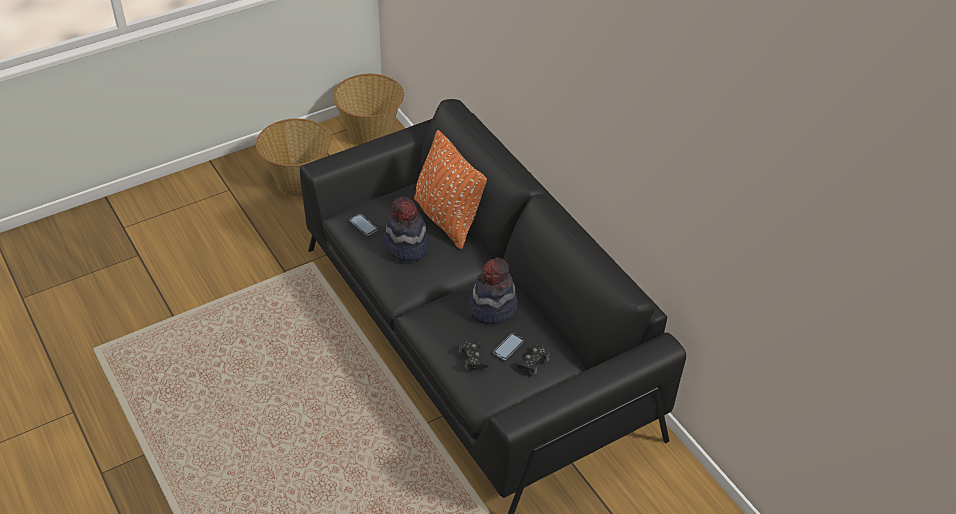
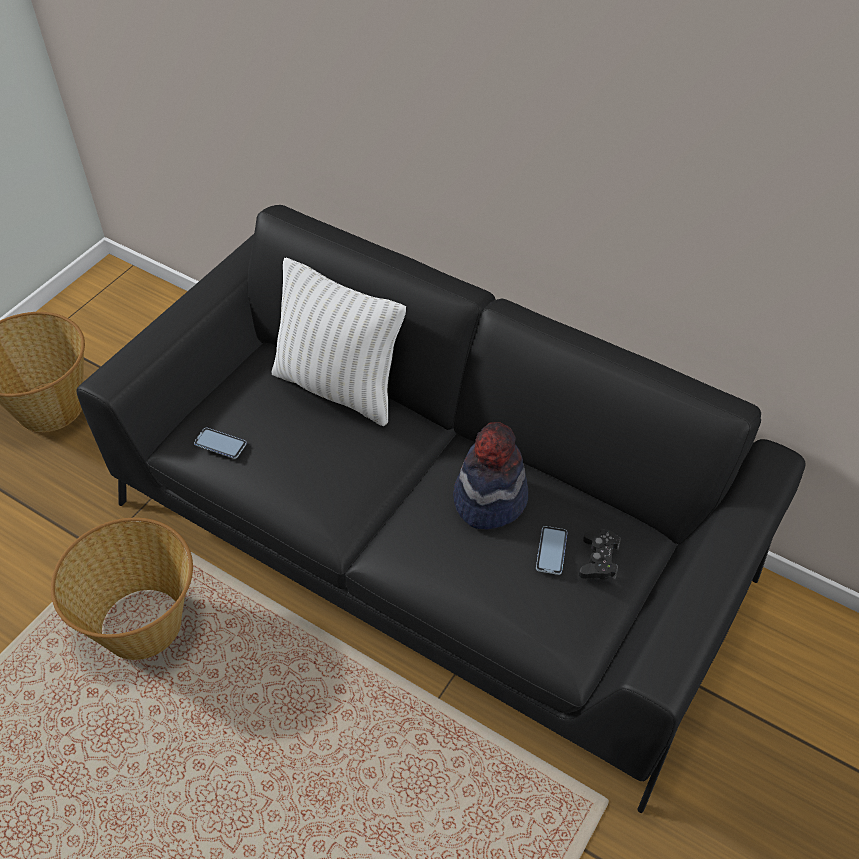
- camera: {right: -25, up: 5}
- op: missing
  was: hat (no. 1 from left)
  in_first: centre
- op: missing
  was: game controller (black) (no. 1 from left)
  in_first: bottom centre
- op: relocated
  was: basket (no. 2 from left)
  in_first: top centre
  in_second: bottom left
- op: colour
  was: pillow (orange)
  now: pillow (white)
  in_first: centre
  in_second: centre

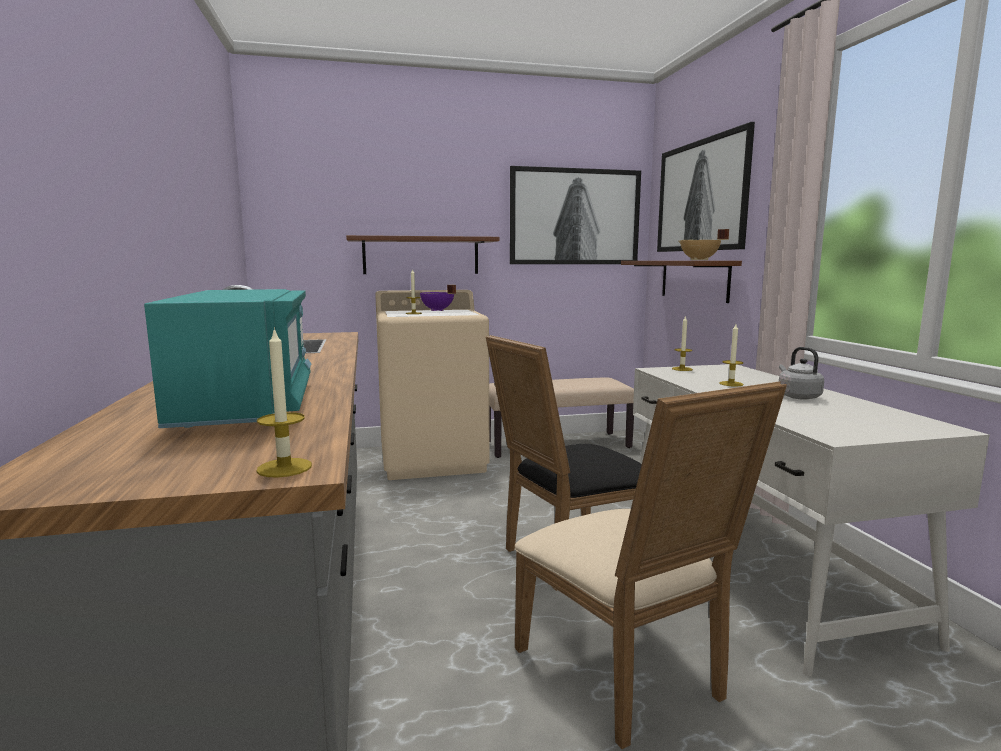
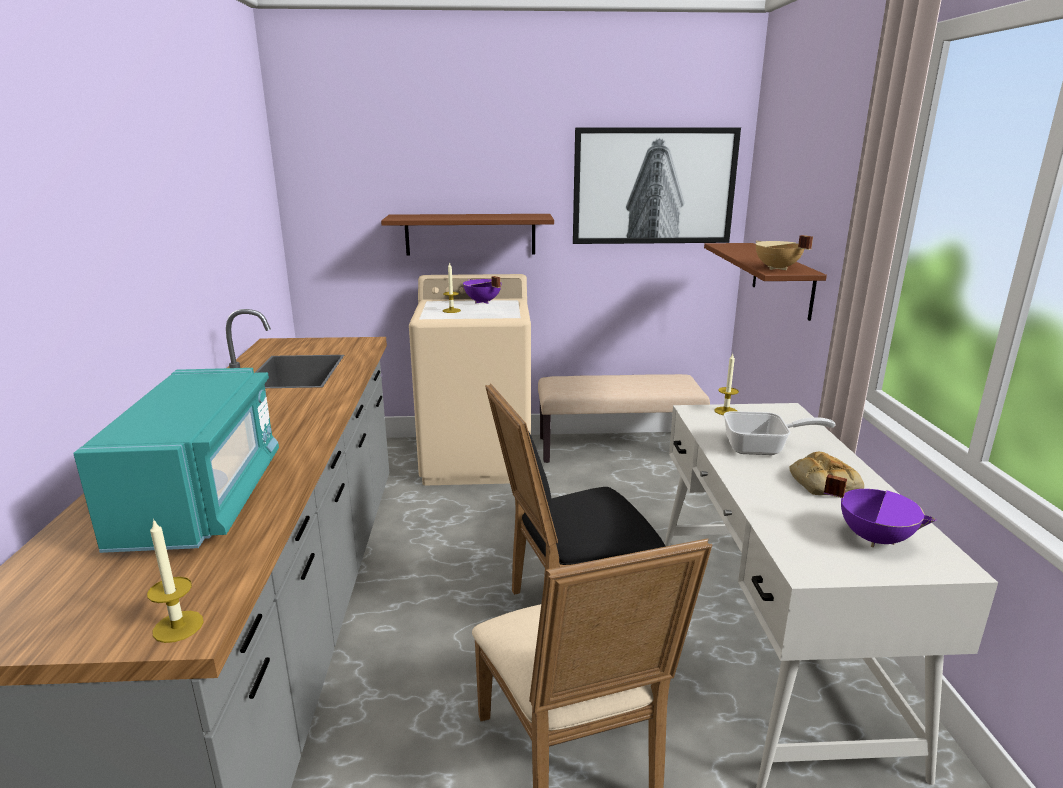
- camera: {right: 10, up: 10}
- op: missing
  was: picture (no. 2 from left)
  in_first: top right
- op: appeared
  now: cooking pot (purple) (no. 2 from left)
  in_second: middle right
- op: exchanged
  was: candle (no. 4 from left)
  now: frying pan
  in_first: middle right
  in_second: middle right
- op: exchanged
  was: kettle (grey)
  now: bread
  in_first: middle right
  in_second: middle right

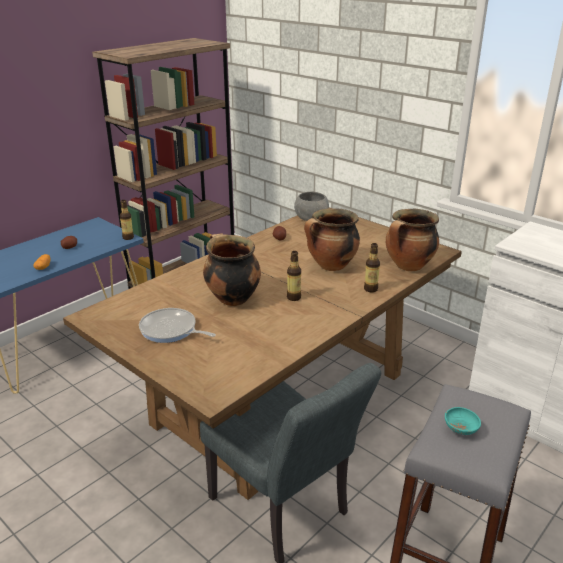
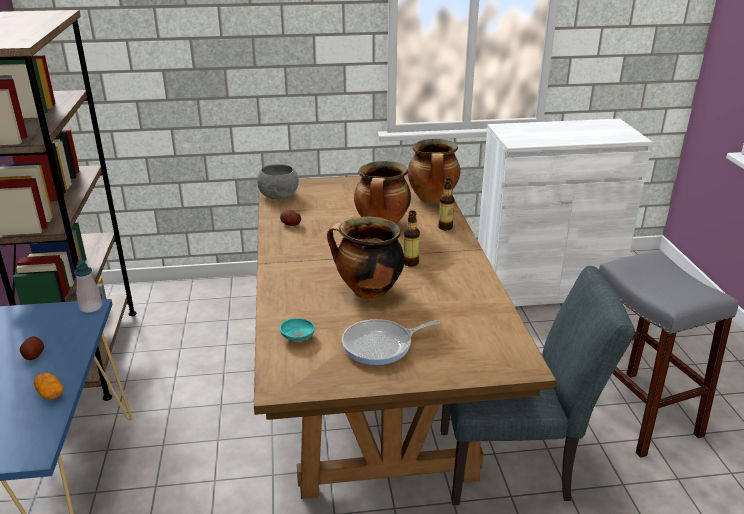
- camera: {right: -50, up: 0}
- op: relocated
  was: bowl (turquoise)
  in_first: bottom right
  in_second: centre
- op: exchanged
  was: bottle (no. 1 from left)
  now: soap dispenser
  in_first: middle left
  in_second: middle left

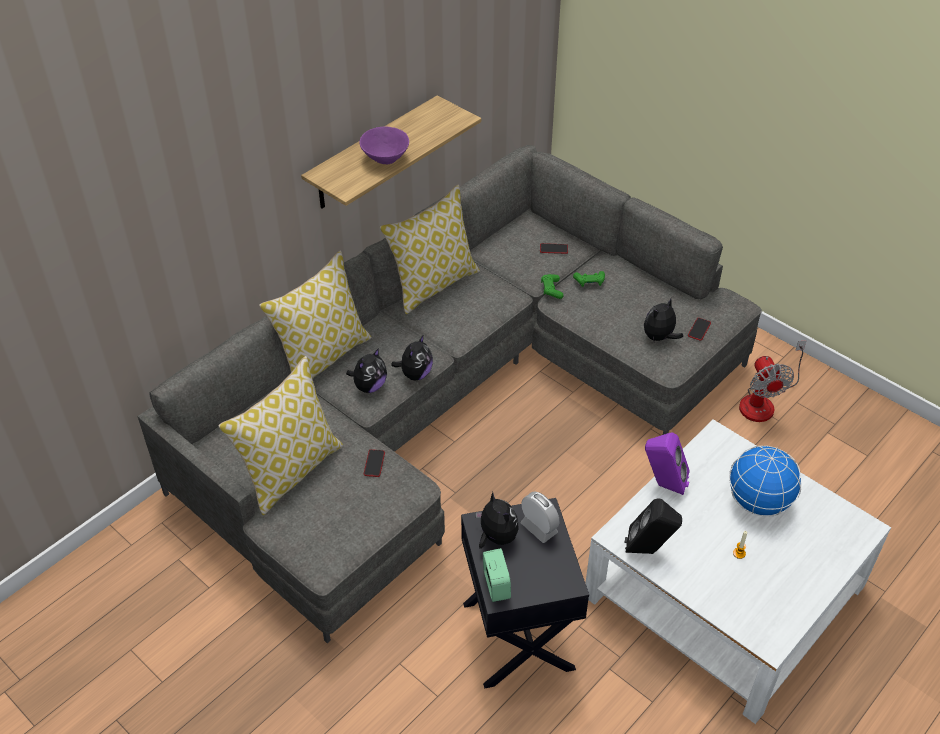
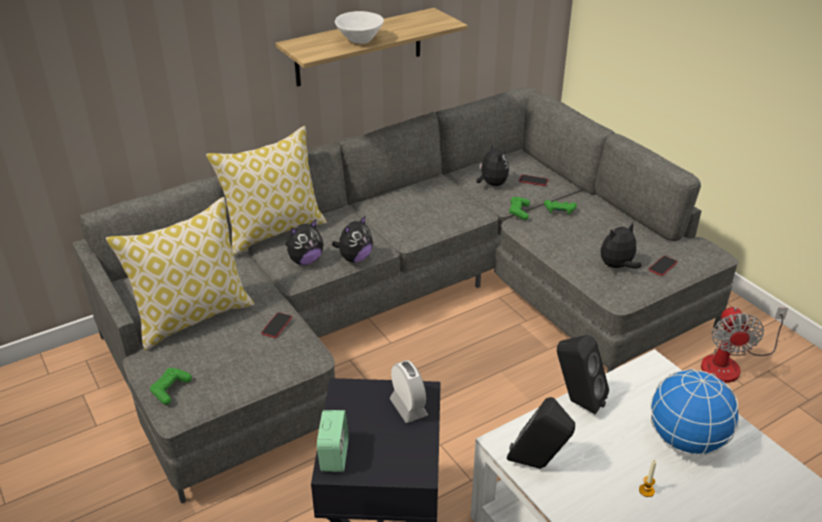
- camera: {right: 15, up: -10}
- op: missing
  was: pillow (no. 3 from left)
  in_first: centre
- op: appeared
  now: game controller (green) (no. 1 from left)
  in_second: bottom left
- op: relocated
  was: plush toy (no. 3 from left)
  in_first: bottom centre
  in_second: top centre
- op: colour
  was: bowl (purple)
  now: bowl (white)
  in_first: top centre
  in_second: top centre
- op: colour
  was: speaker (purple)
  now: speaker (black) (no. 2 from left)
  in_first: middle right
  in_second: bottom right

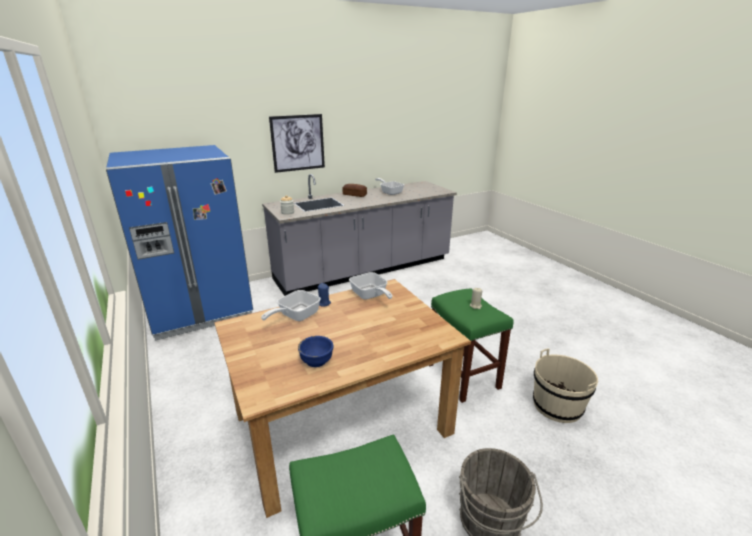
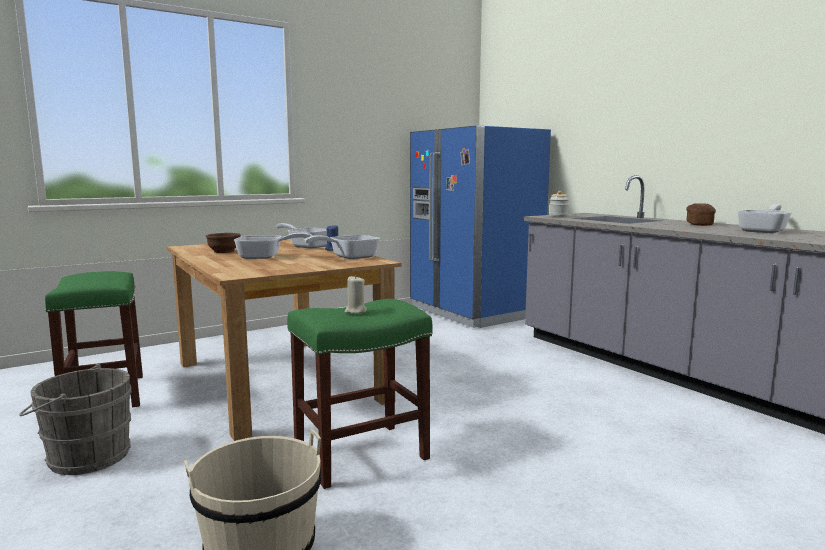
- camera: {right: 85, up: -15}
- op: missing
  was: picture
  in_first: top centre
- op: appeared
  now: frying pan (no. 1 from left)
  in_second: middle left
- op: colour
  was: bowl (blue)
  now: bowl (brown)
  in_first: centre
  in_second: middle left

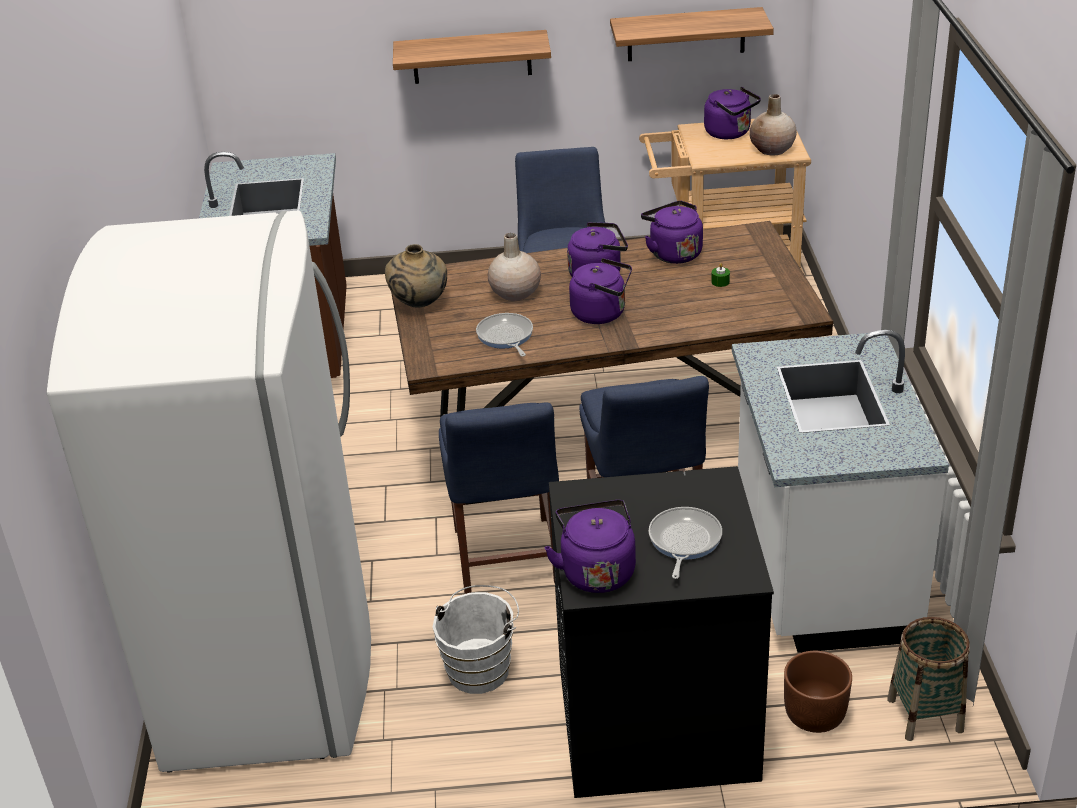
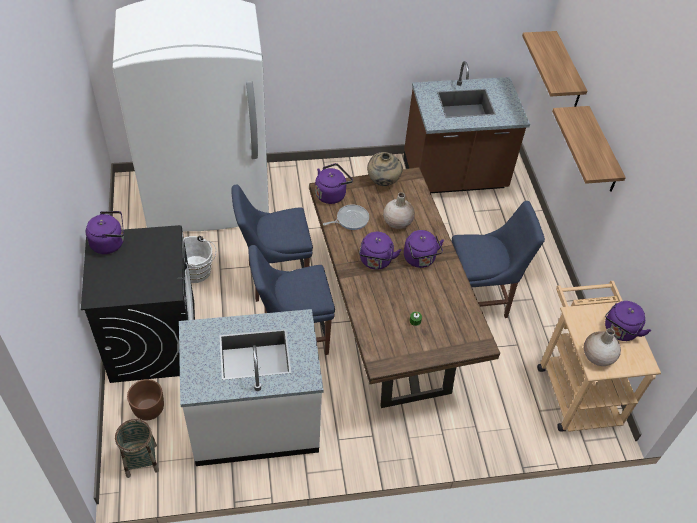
- camera: {right: 80, up: 15}
- op: missing
  was: frying pan (no. 2 from left)
  in_first: bottom centre
- op: relocated
  was: shelf (no. 2 from left in the first image)
  now: shelf (no. 1 from left)
  in_first: top centre
  in_second: top right
- op: relocated
  was: kettle (purple) (no. 4 from left in the first image)
  now: kettle (purple) (no. 2 from left)
  in_first: top centre
  in_second: centre

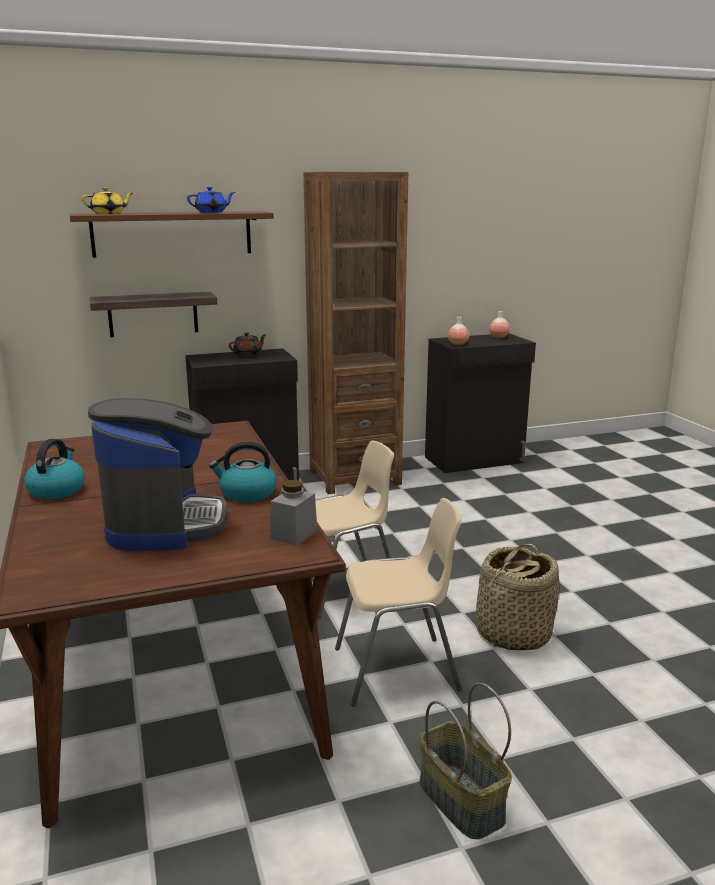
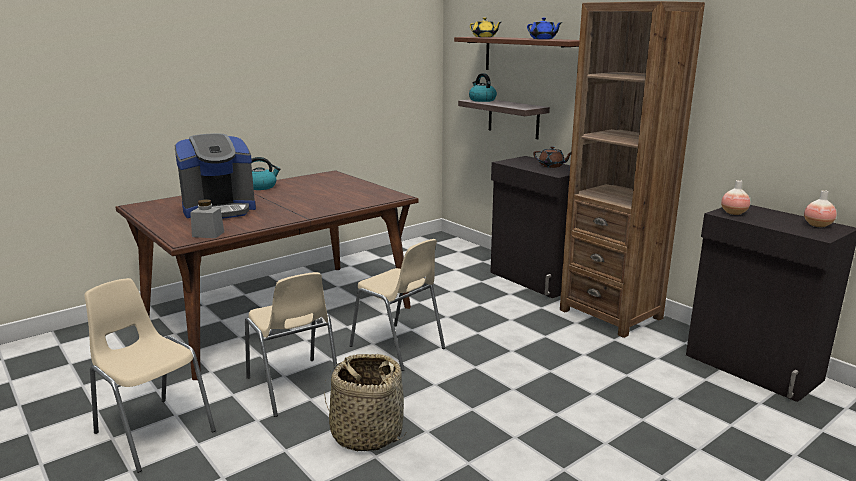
- camera: {right: 70, up: 0}
- op: relocated
  was: kettle (no. 2 from left)
  in_first: centre
  in_second: top centre
- op: exchanged
  was: basket (no. 1 from left)
  now: chair (beige) (no. 1 from left)
  in_first: bottom centre
  in_second: bottom left

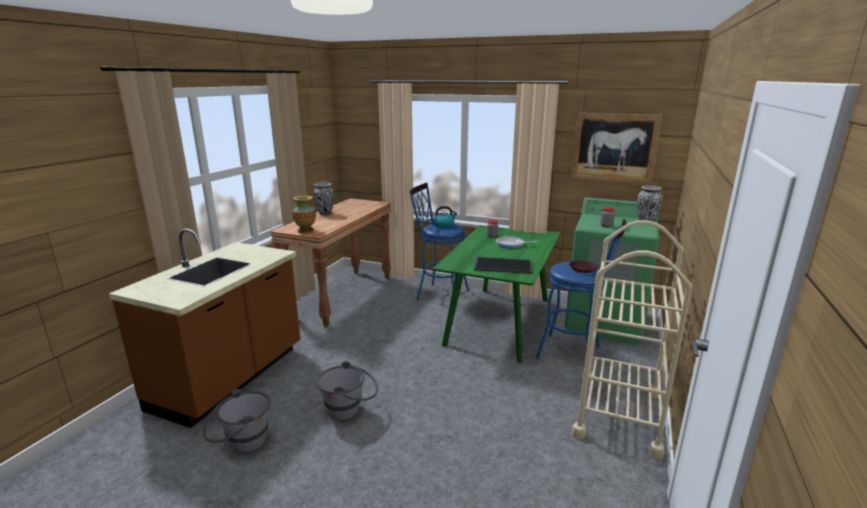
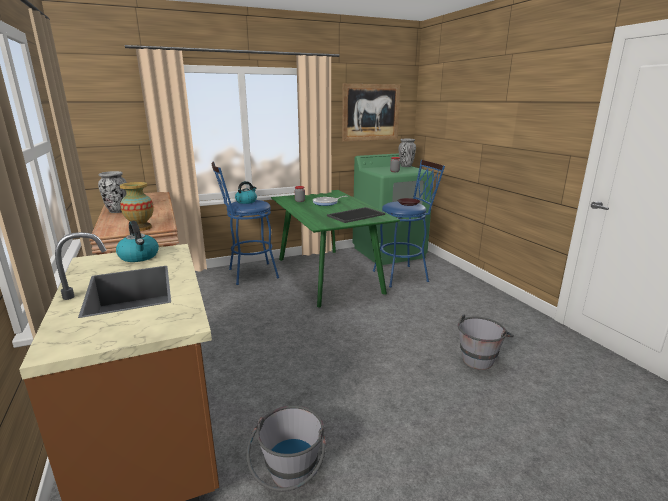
- camera: {right: -45, up: 0}
- op: missing
  was: cart (beige)
  in_first: bottom right
- op: appeared
  now: kettle (no. 1 from left)
  in_second: middle left
- op: relocated
  was: bucket (grey) (no. 2 from left)
  in_first: bottom centre
  in_second: bottom right

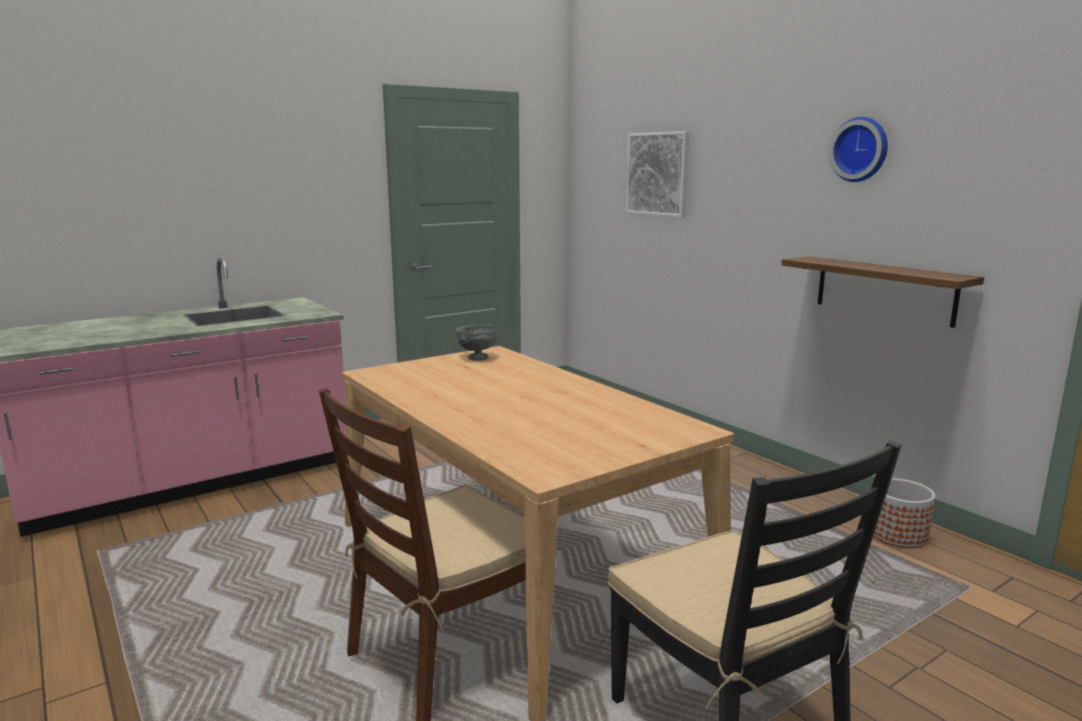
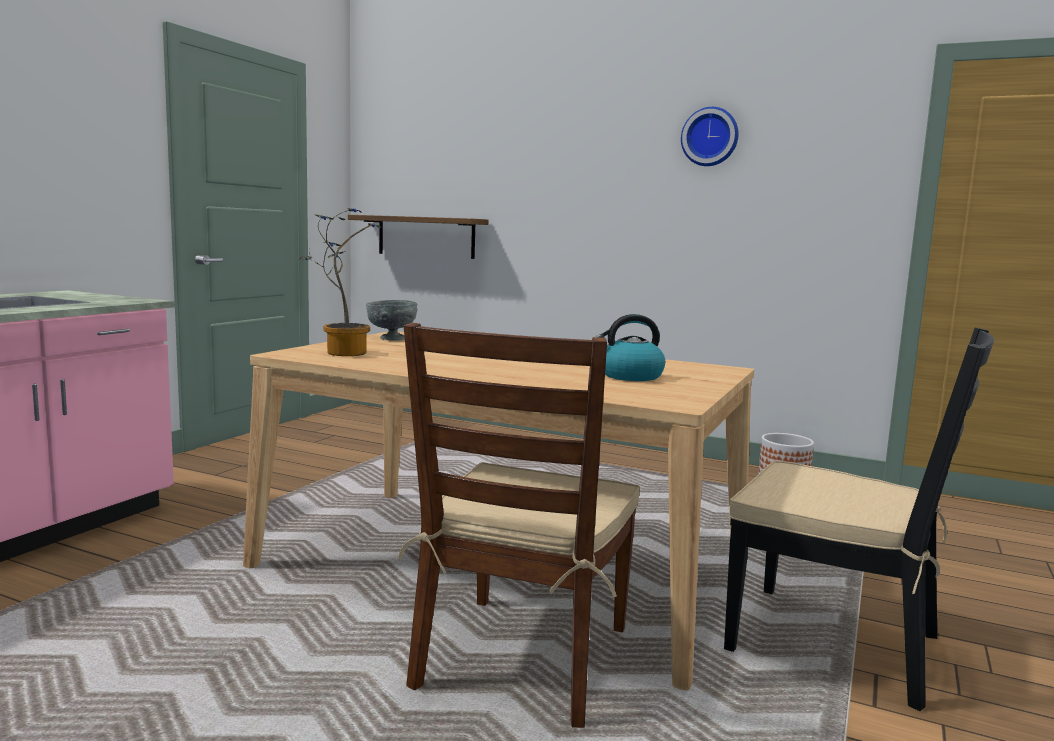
- camera: {right: -30, up: -5}
- op: missing
  was: picture
  in_first: top centre
- op: appeared
  now: potted plant
  in_second: middle left
- op: appeared
  now: kettle
  in_second: centre
- op: relocated
  was: shelf
  in_first: middle right
  in_second: top centre

